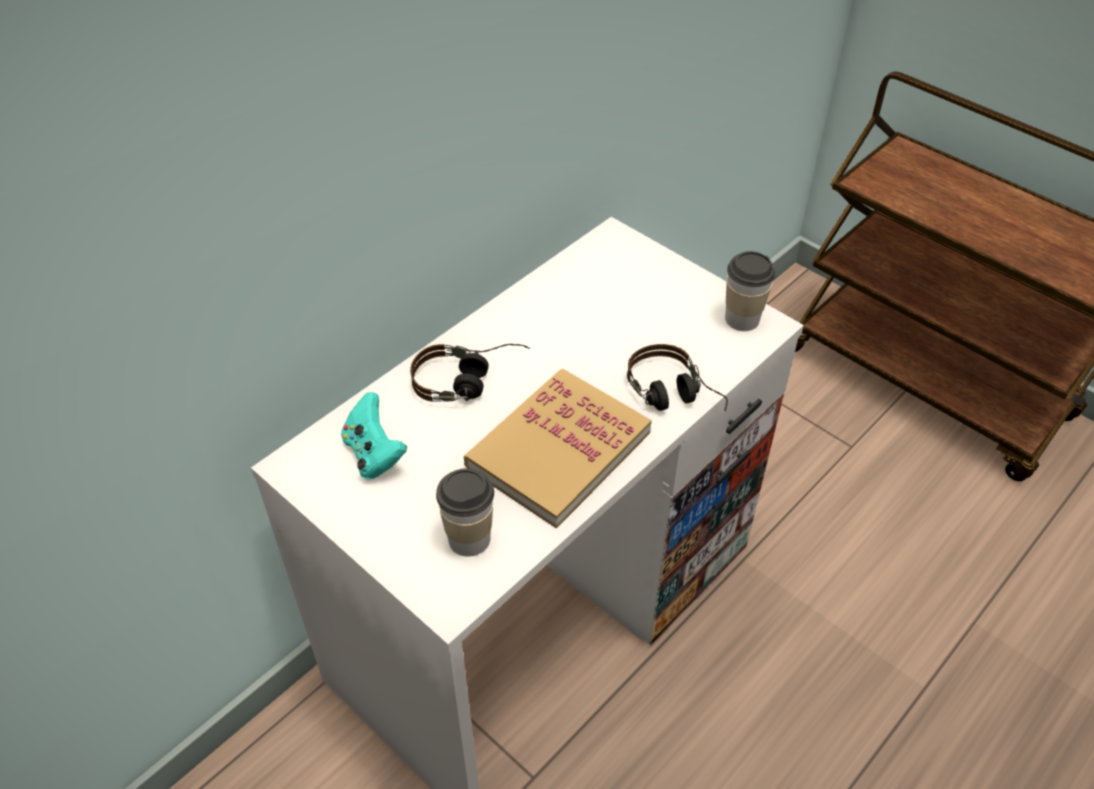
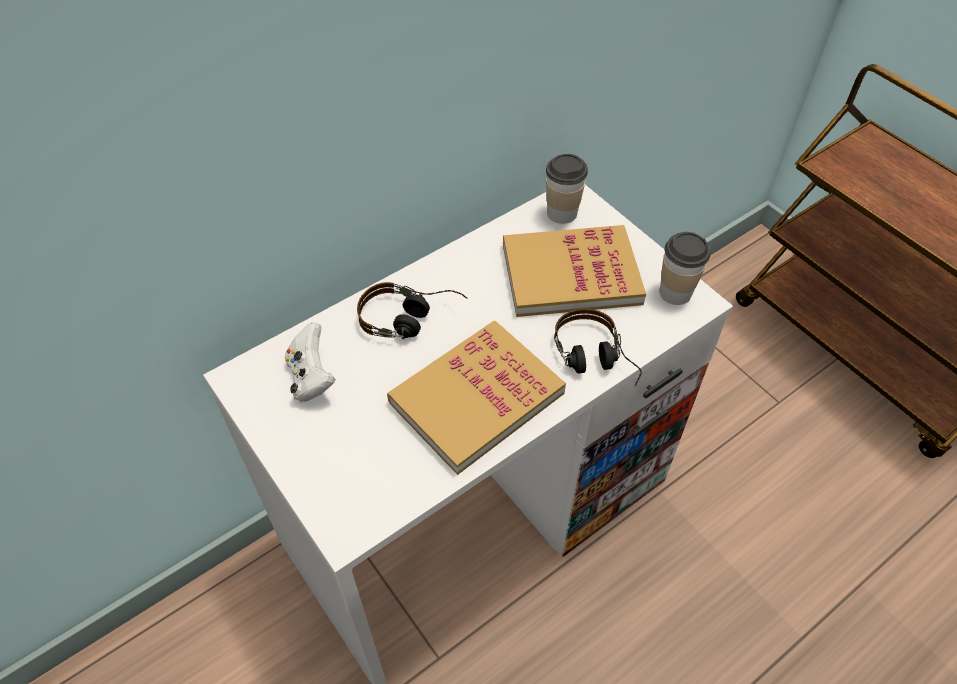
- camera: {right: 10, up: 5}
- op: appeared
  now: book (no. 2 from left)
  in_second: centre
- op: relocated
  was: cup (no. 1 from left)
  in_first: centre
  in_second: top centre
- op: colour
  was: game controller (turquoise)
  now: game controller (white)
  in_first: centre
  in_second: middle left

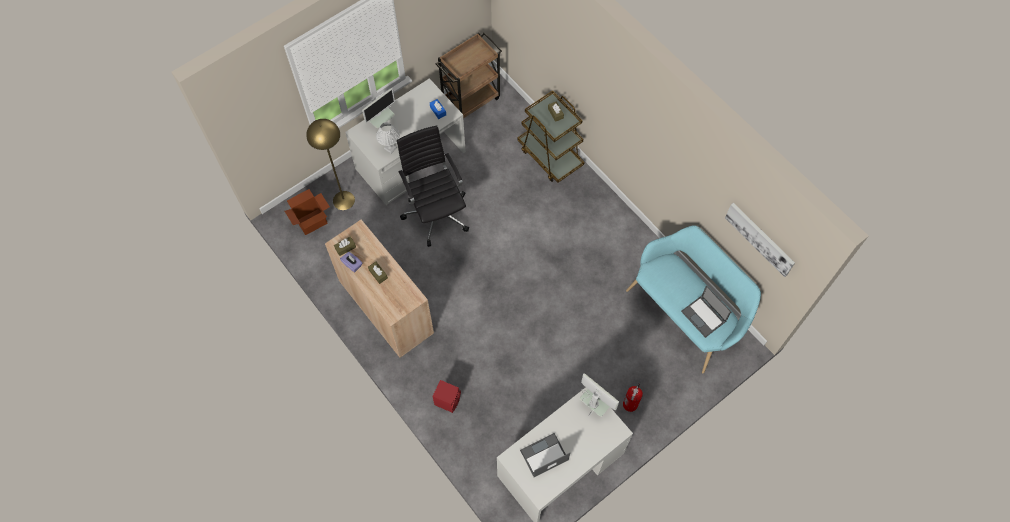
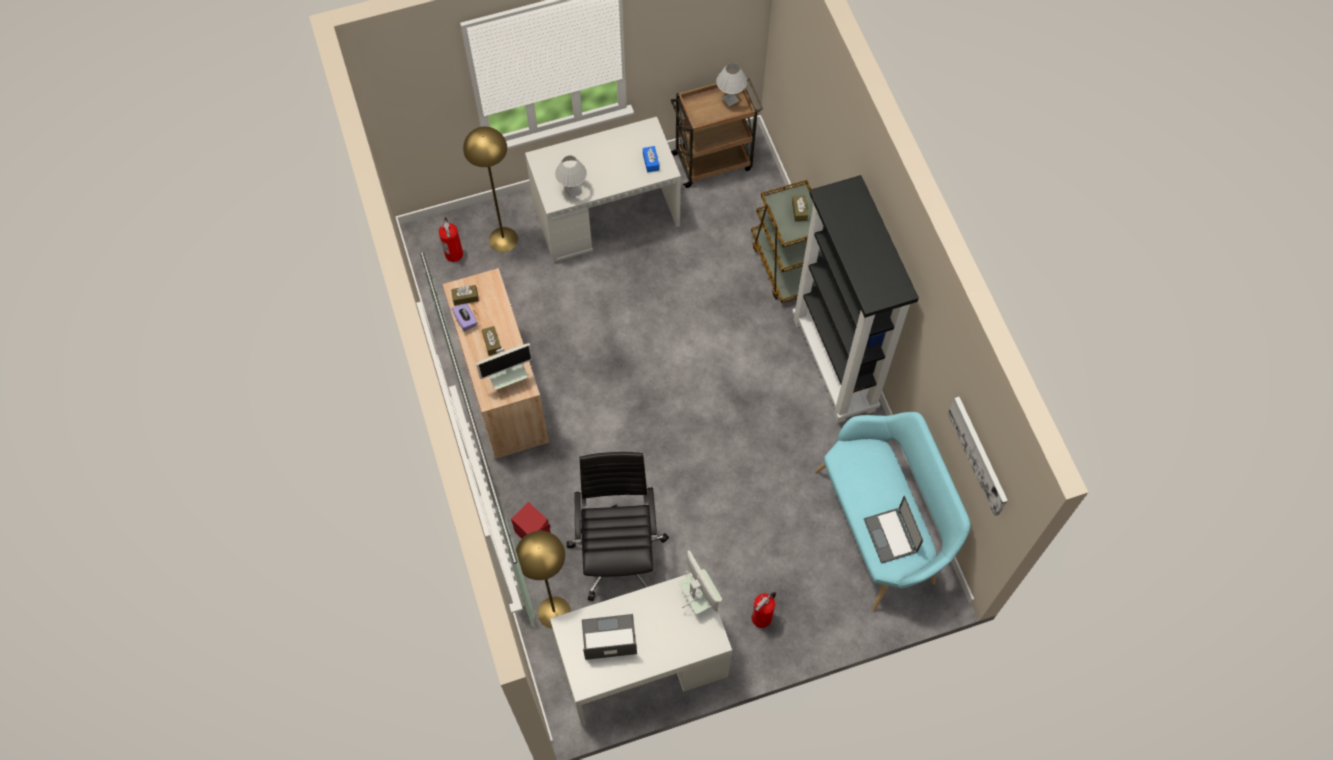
- camera: {right: 20, up: 0}
- op: appeared
  now: floor lamp (yellow) (no. 2 from left)
  in_second: bottom centre
- op: appeared
  now: table lamp (white) (no. 2 from left)
  in_second: top centre
- op: appeared
  now: bookcase (black)
  in_second: centre
- op: relocated
  was: monitor (no. 1 from left)
  in_first: top centre
  in_second: centre
- op: relocated
  was: office chair (black)
  in_first: centre
  in_second: bottom centre
- op: exchanged
  was: cardboard box
  now: fire extinguisher (no. 1 from left)
  in_first: middle left
  in_second: top centre

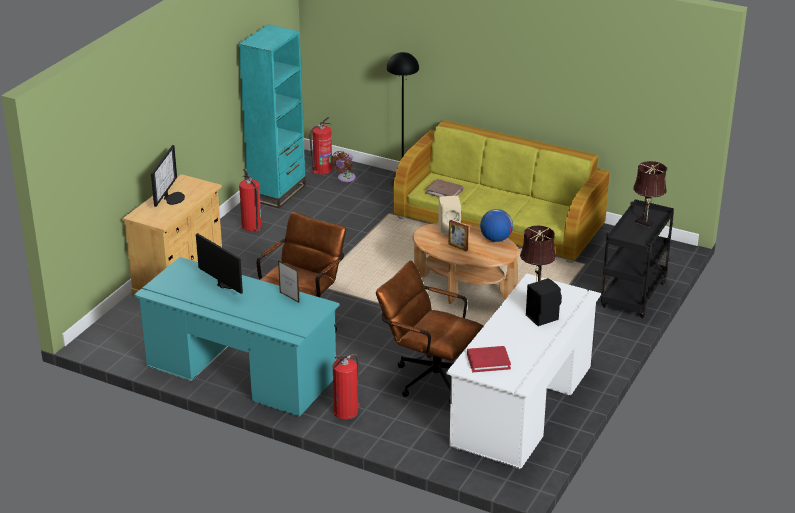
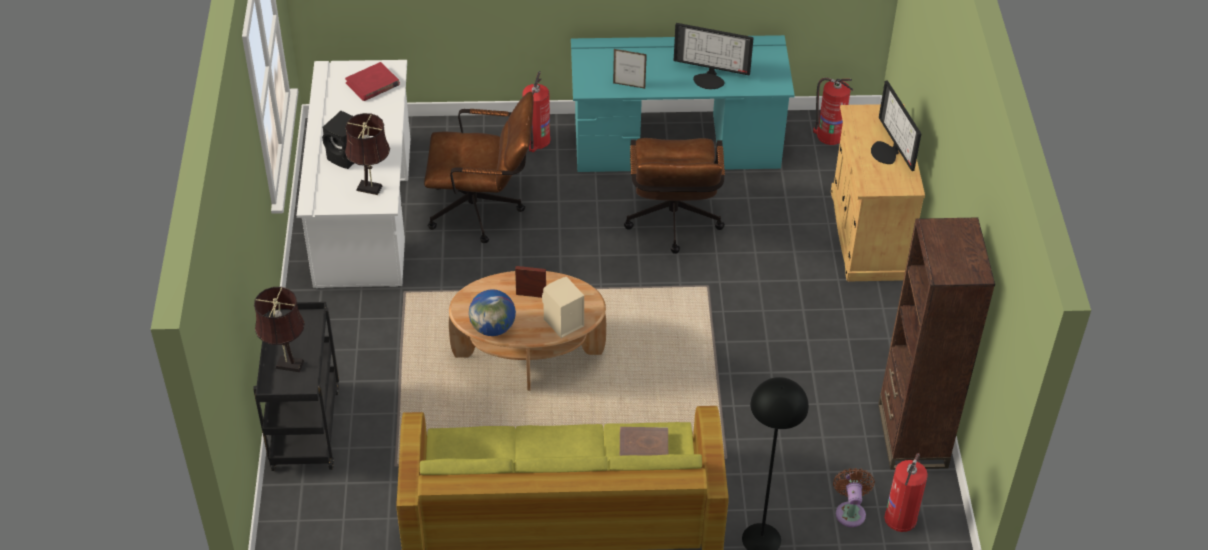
- camera: {right: 150, up: 15}
- op: relocated
  was: fire extinguisher (no. 1 from left in the first image)
  now: fire extinguisher (no. 2 from left)
  in_first: middle left
  in_second: top right
- op: colour
  was: bookcase (turquoise)
  now: bookcase (brown)
  in_first: top centre
  in_second: middle right

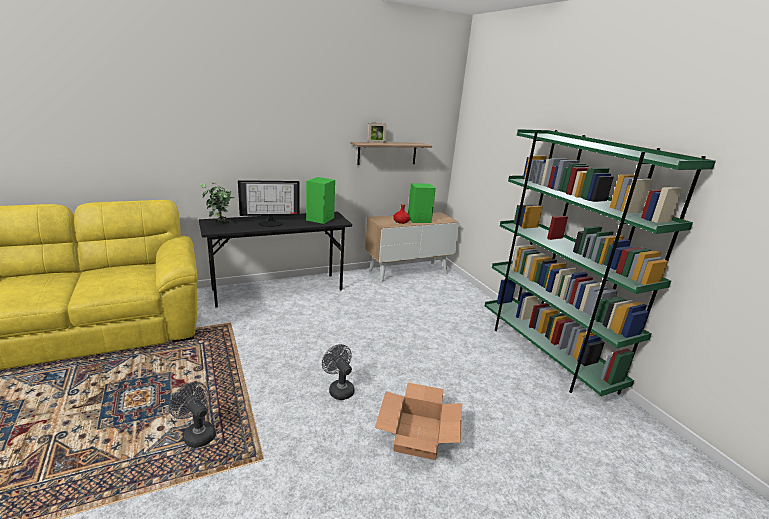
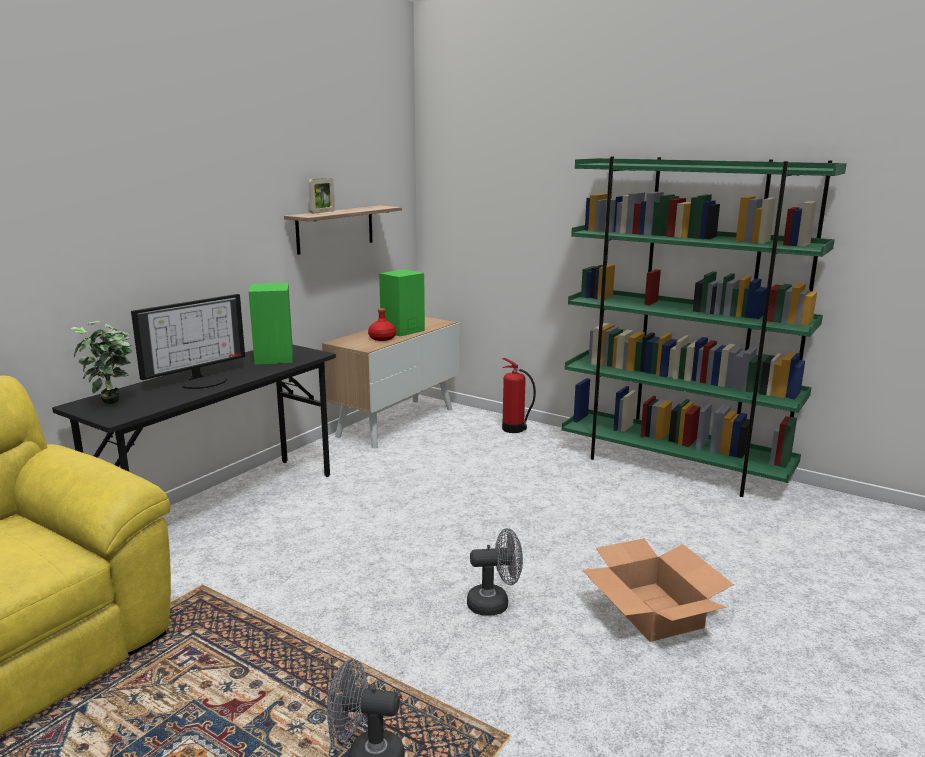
- camera: {right: -30, up: -5}
- op: appeared
  now: fire extinguisher
  in_second: centre
- op: spun
  was: fan (grey) (no. 2 from left)
  in_first: bottom centre
  in_second: bottom centre
  clockwise: 150

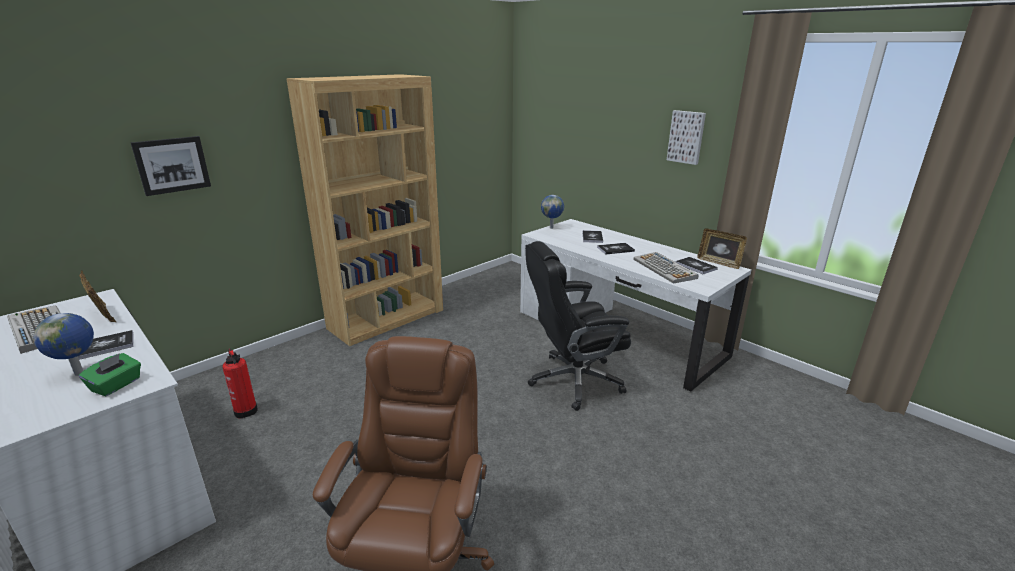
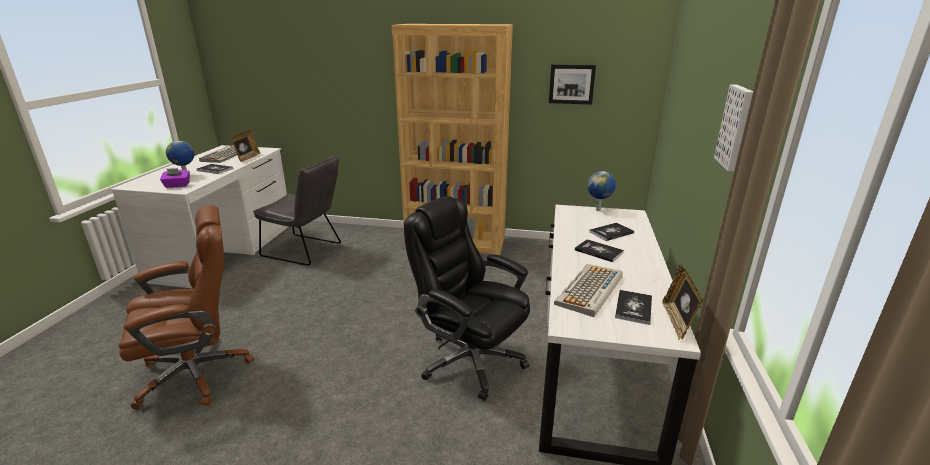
- camera: {right: 55, up: 0}
- op: relocated
  was: picture (no. 1 from left)
  in_first: top left
  in_second: top centre
- op: exchanged
  was: fire extinguisher
  now: chair (grey)
  in_first: bottom left
  in_second: middle left
- op: colour
  was: tissue box (green)
  now: tissue box (purple)
  in_first: middle left
  in_second: middle left

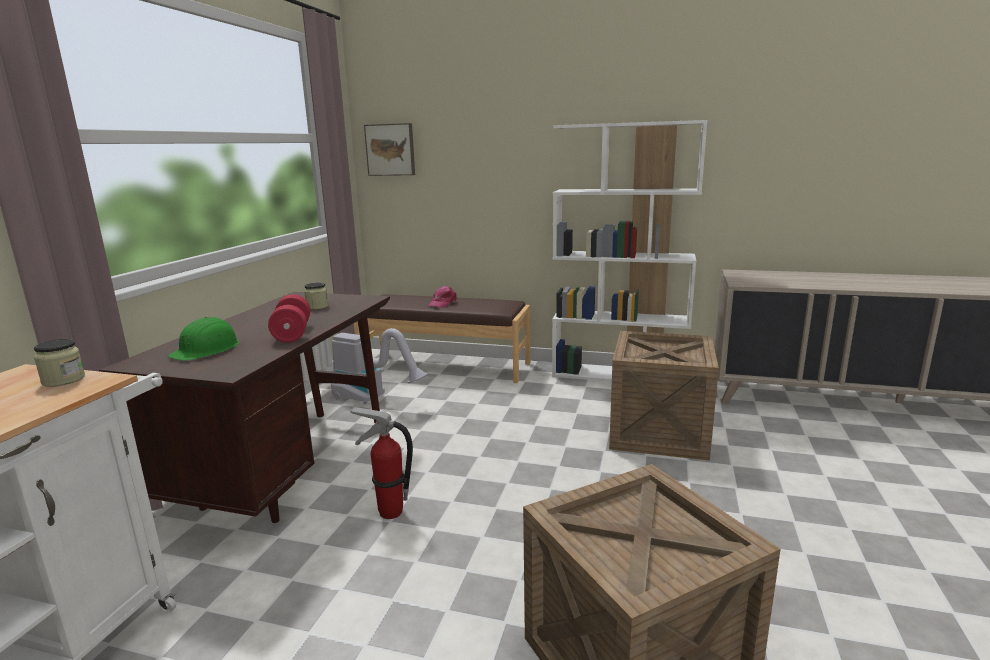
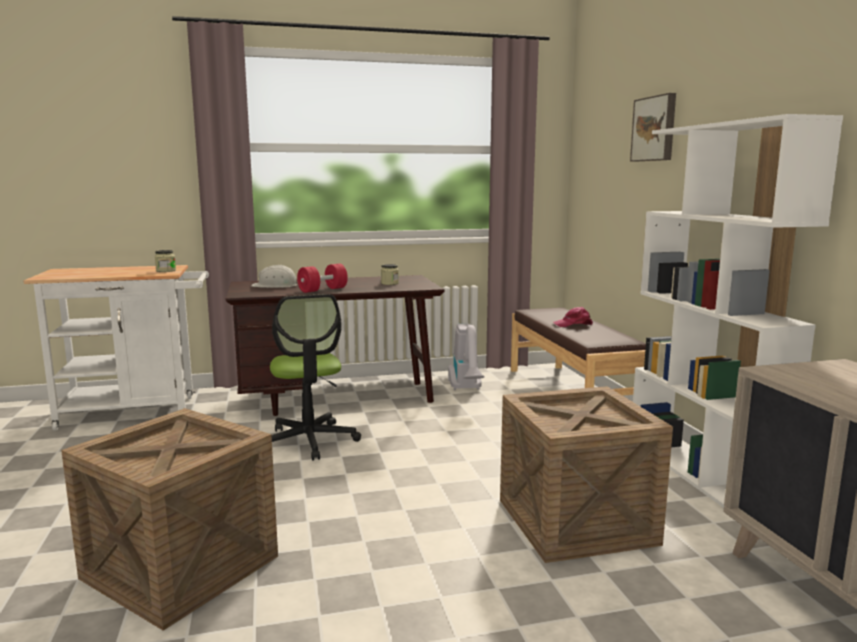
- camera: {right: 60, up: -5}
- op: relocated
  was: picture
  in_first: top centre
  in_second: top right
- op: exchanged
  was: fire extinguisher
  now: office chair
  in_first: bottom centre
  in_second: centre
- op: colour
  was: hard hat (green)
  now: hard hat (white)
  in_first: middle left
  in_second: middle left

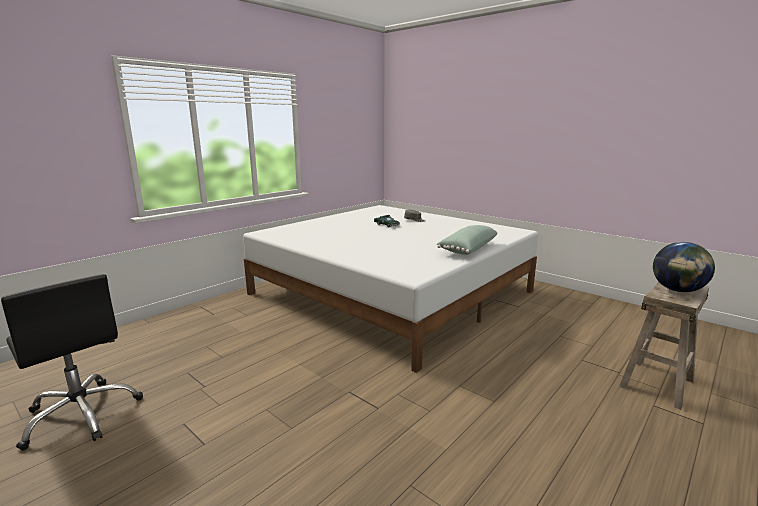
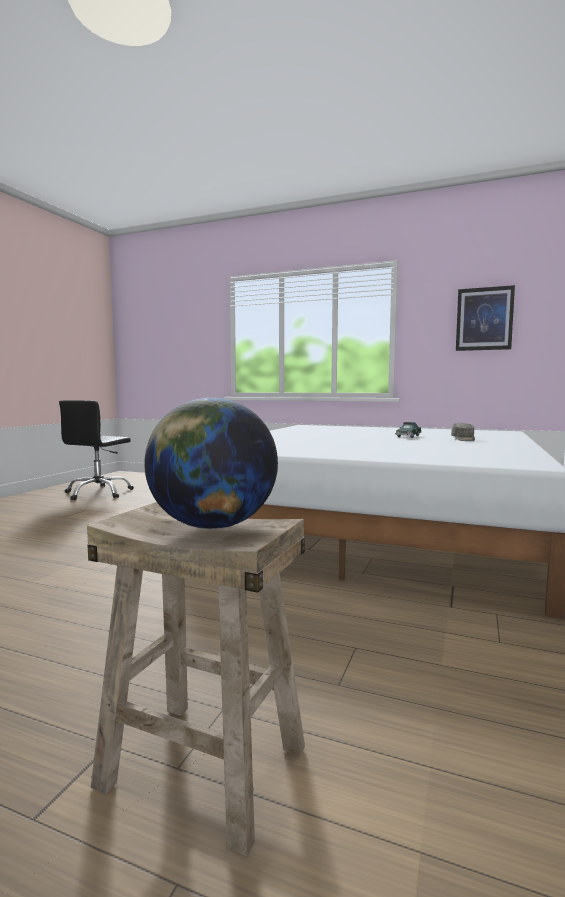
- camera: {right: 70, up: -10}
- op: missing
  was: pillow (green)
  in_first: centre
- op: appeared
  now: picture
  in_second: middle right

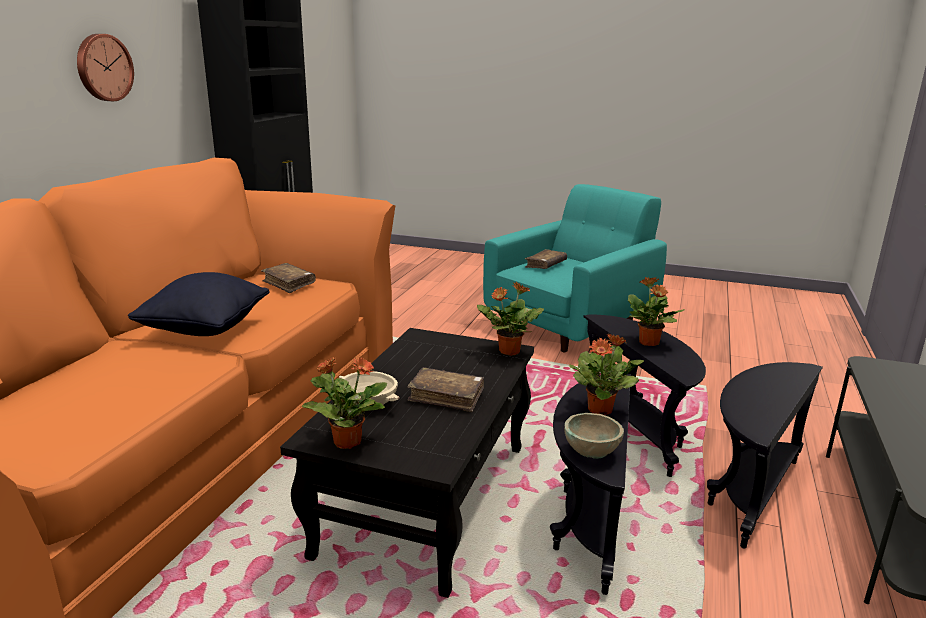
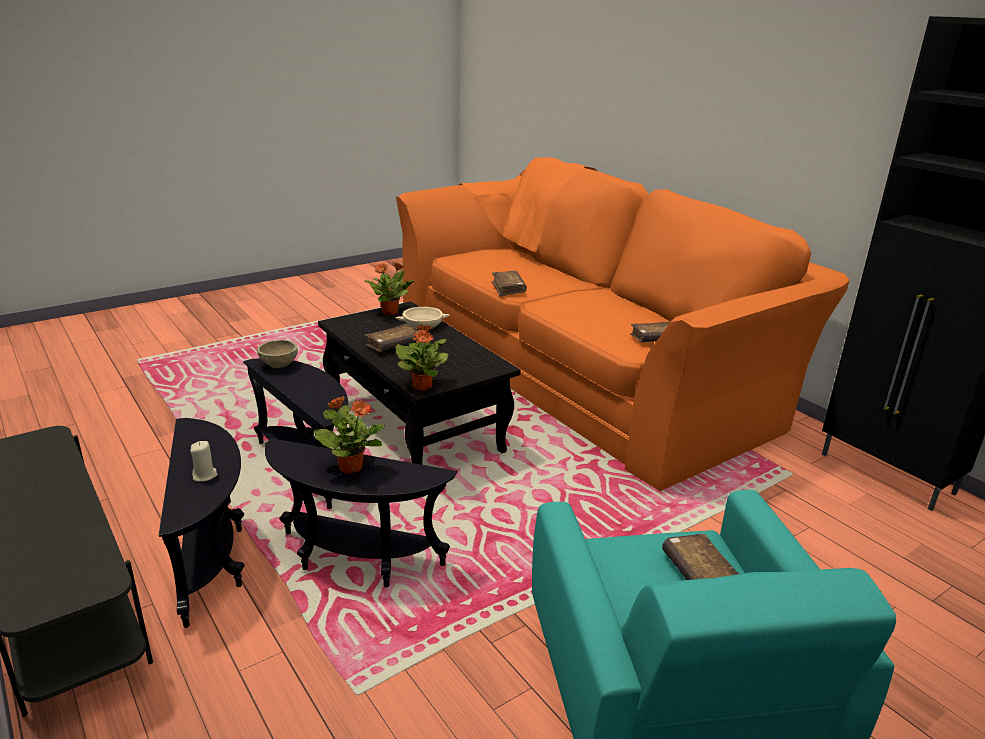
- camera: {right: 125, up: 5}
- op: missing
  was: wall clock
  in_first: top left
- op: missing
  was: pillow (black)
  in_first: middle left
- op: missing
  was: potted plant (no. 3 from left)
  in_first: centre
- op: appeared
  now: candle (beige)
  in_second: middle left
- op: appeared
  now: book (brown) (no. 2 from left)
  in_second: centre

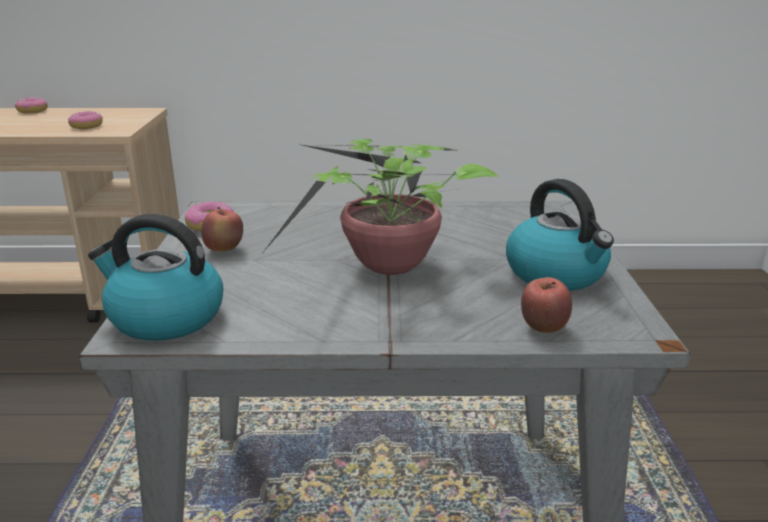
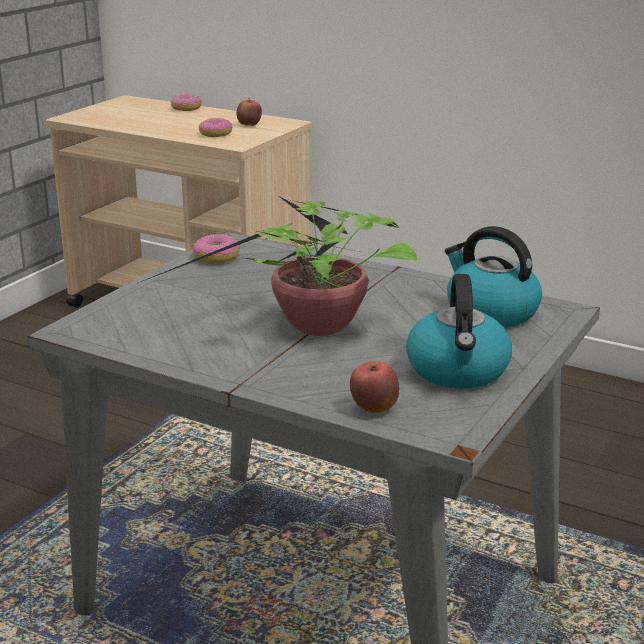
- camera: {right: 30, up: 0}
- op: relocated
  was: kettle (no. 1 from left in the first image)
  now: kettle (no. 2 from left)
  in_first: middle left
  in_second: middle right
- op: relocated
  was: apple (no. 1 from left)
  in_first: middle left
  in_second: top centre

